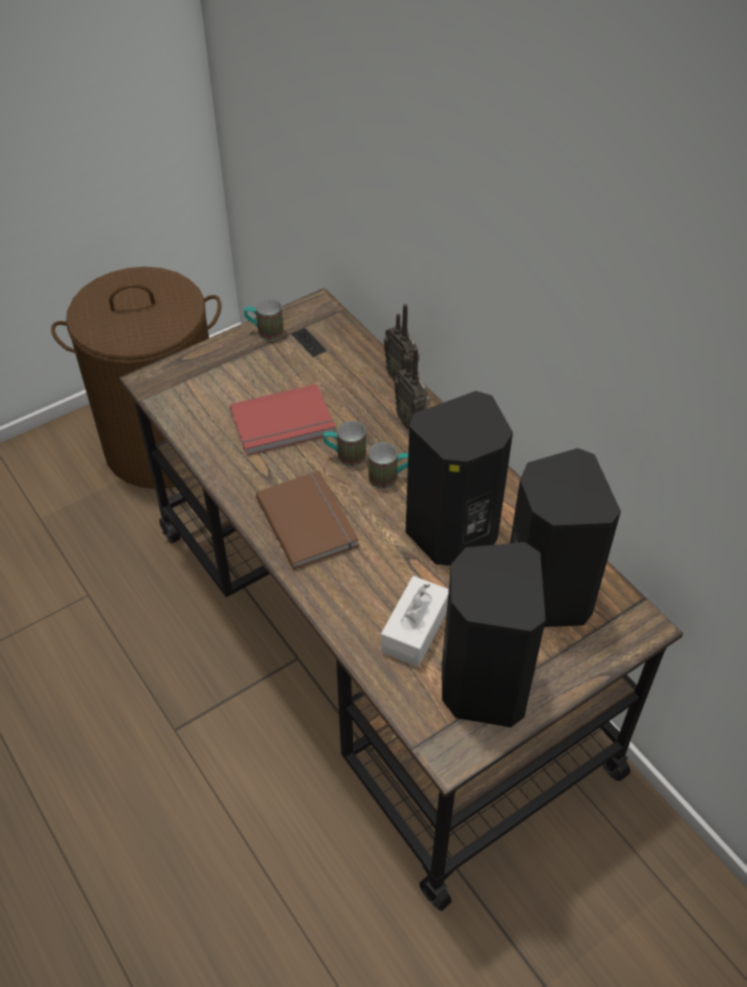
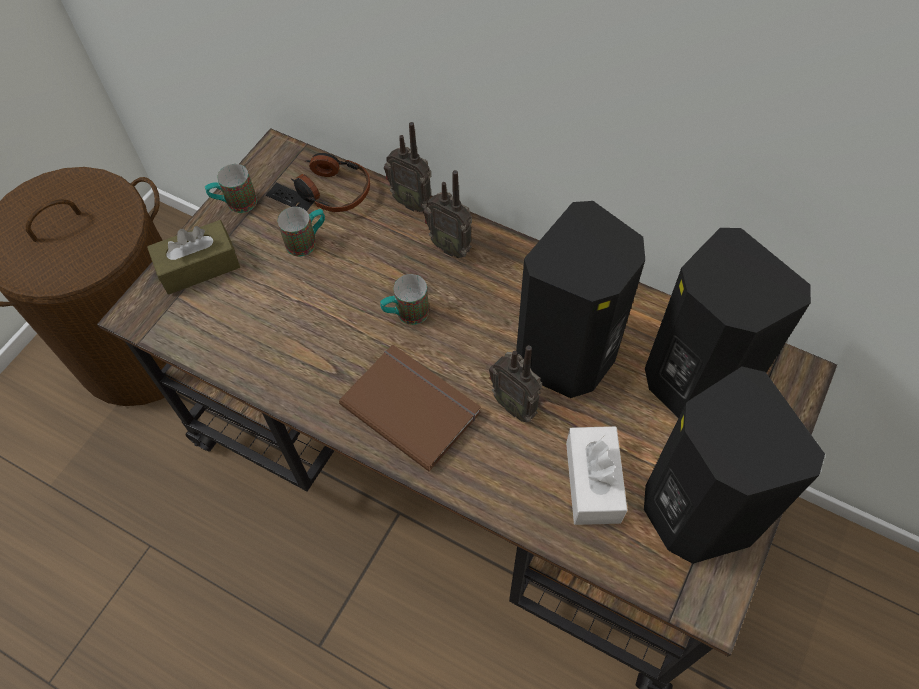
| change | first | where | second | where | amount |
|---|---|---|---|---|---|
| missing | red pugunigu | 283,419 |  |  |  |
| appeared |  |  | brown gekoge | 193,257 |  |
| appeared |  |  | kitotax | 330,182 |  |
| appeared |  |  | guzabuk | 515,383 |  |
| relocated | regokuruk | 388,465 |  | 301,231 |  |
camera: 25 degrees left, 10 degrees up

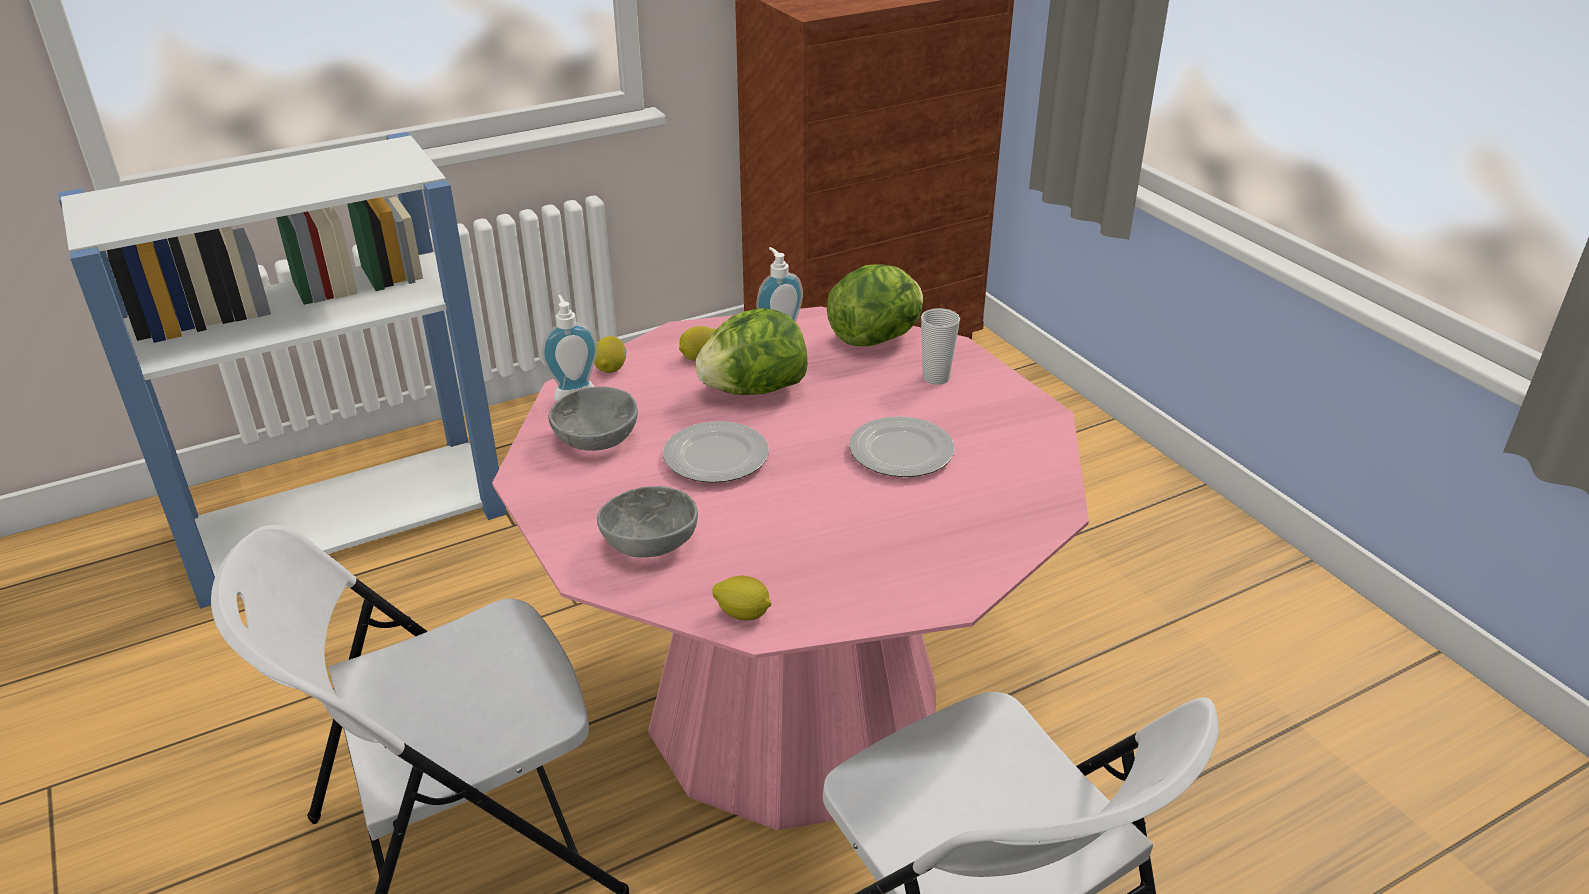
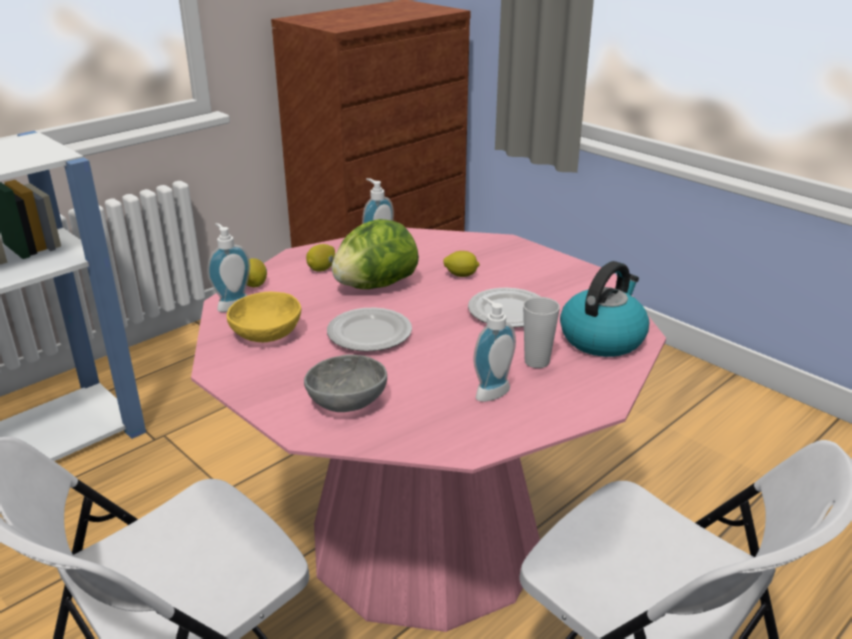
| change | first | where | second | where | amount |
|---|---|---|---|---|---|
| missing | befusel | 875,305 |  |  |  |
| appeared |  |  | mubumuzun | 494,349 |  |
| appeared |  |  | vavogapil | 604,309 |  |
| relocated | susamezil | 741,598 |  | 461,264 |  |
| relocated | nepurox | 940,346 |  | 541,332 |  |
| colour | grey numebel | 593,419 | yellow numebel | 264,317 |  |
camera: 15 degrees left, 5 degrees down

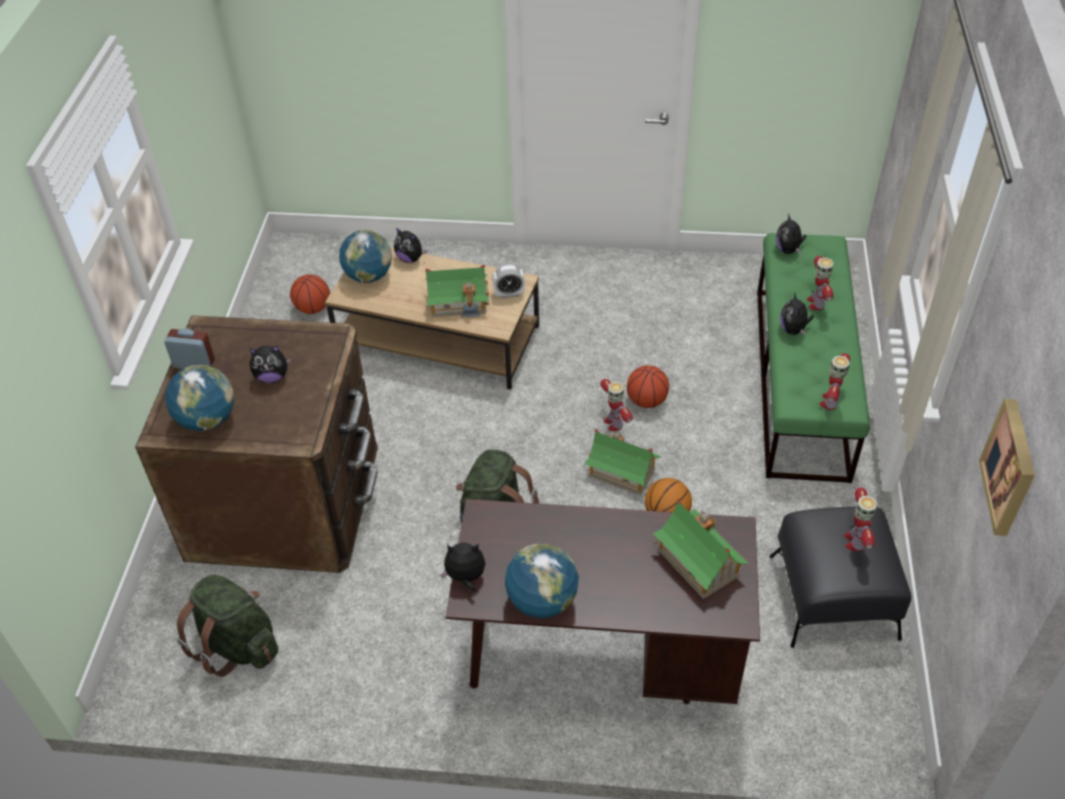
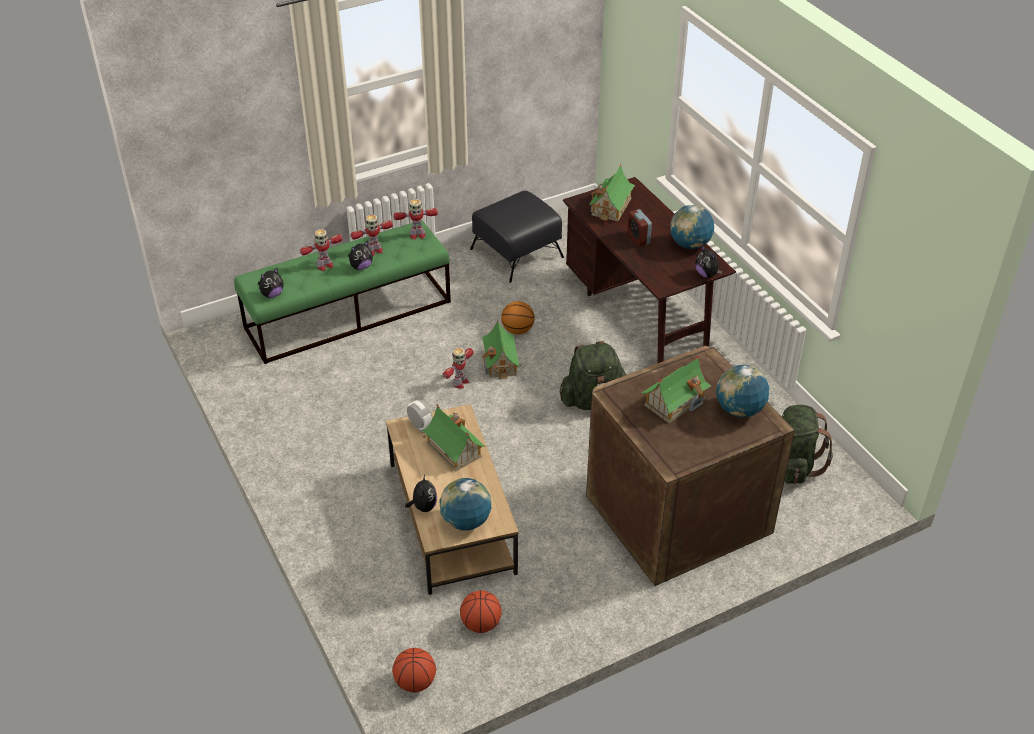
| change | first | where | second | where | amount |
|---|---|---|---|---|---|
| missing | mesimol | 1007,467 |  |  |  |
| relocated | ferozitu | 189,349 |  | 639,227 |  |
| relocated | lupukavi | 648,386 |  | 414,670 |  |
| relocated | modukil | 861,519 |  | 371,235 |  |
| exchanged | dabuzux | 270,364 | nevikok | 676,389 |  |
camera: 125 degrees left, 5 degrees down

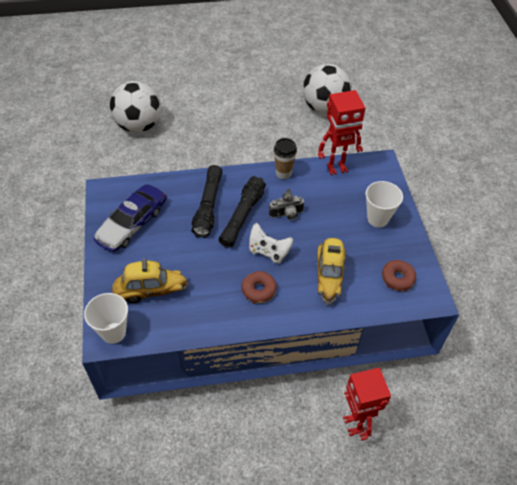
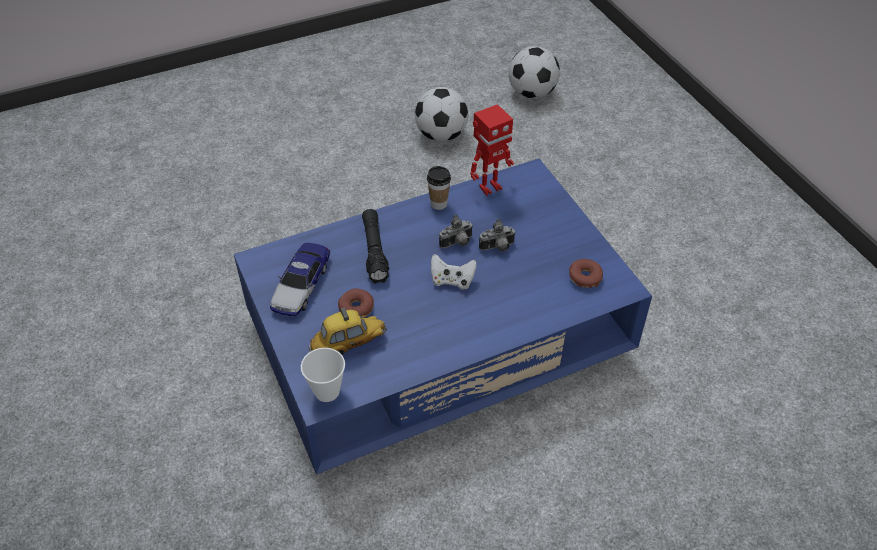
| change | first | where | second | where | amount |
|---|---|---|---|---|---|
| missing | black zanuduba | 242,212 |  |  |  |
| missing | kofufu | 331,271 |  |  |  |
| missing | modukil | 367,404 |  |  |  |
| missing | nepurox | 384,204 |  |  |  |
| appeared |  |  | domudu | 497,235 |  |
| relocated | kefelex | 135,107 |  | 534,72 |  |
| relocated | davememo | 259,287 |  | 356,303 |  |
camera: 15 degrees left, 5 degrees down

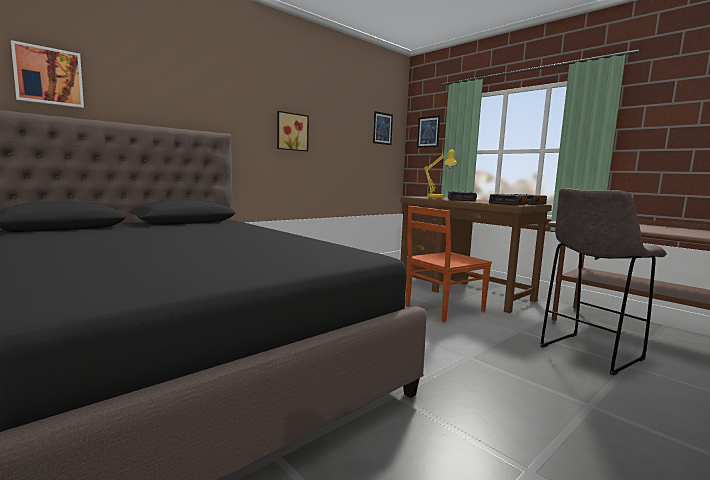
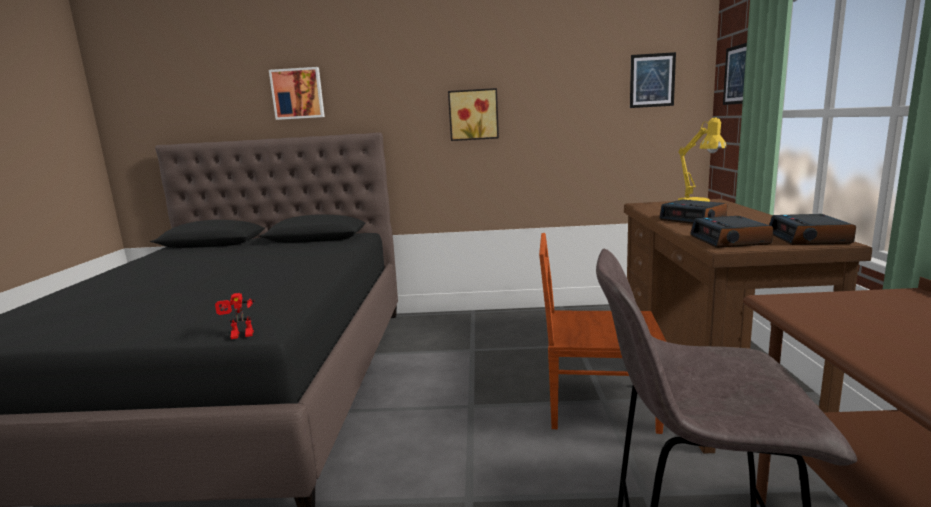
| change | first | where | second | where | amount |
|---|---|---|---|---|---|
| appeared |  |  | modukil | 235,316 |  |
| relocated | mesimol | 47,74 |  | 297,93 |  |
camera: 45 degrees right, 5 degrees up

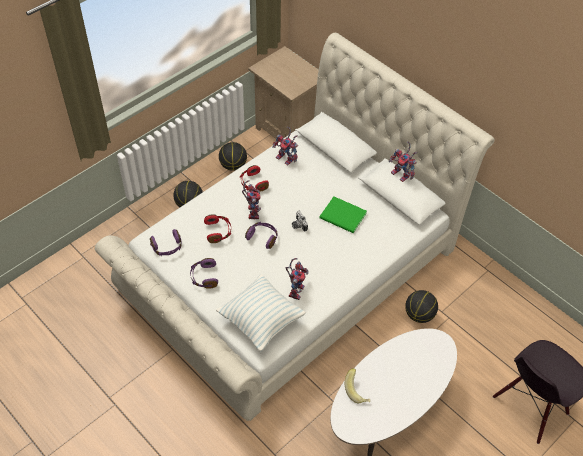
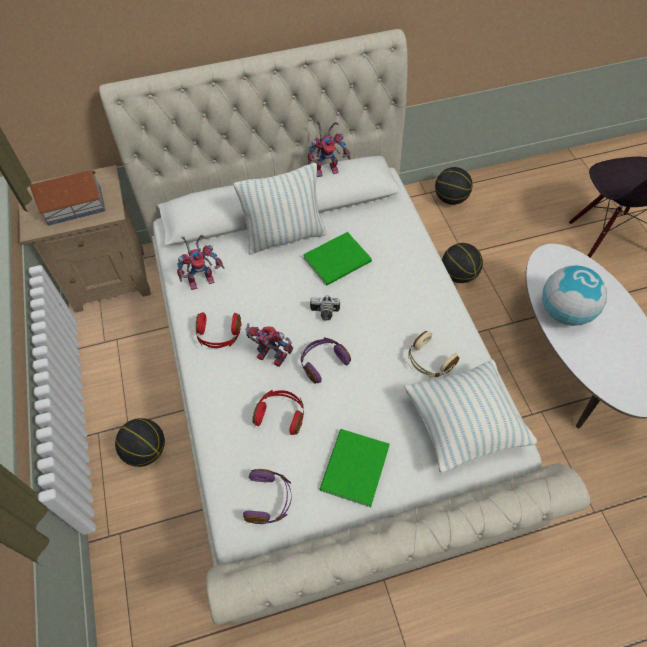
| change | first | where | second | where | amount |
|---|---|---|---|---|---|
| missing | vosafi | 357,385 |  |  |  |
| appeared |  |  | nevikok | 68,198 |  |
| appeared |  |  | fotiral | 280,209 |  |
| appeared |  |  | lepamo | 574,295 |  |
| relocated | lupukavi | 233,156 |  | 454,186 |  |
| exchanged | purple kitotax | 204,273 | green pugunigu | 354,468 |  |
| exchanged | modukil | 297,279 | beige kitotax | 433,354 |  |
camera: 60 degrees left, 5 degrees up

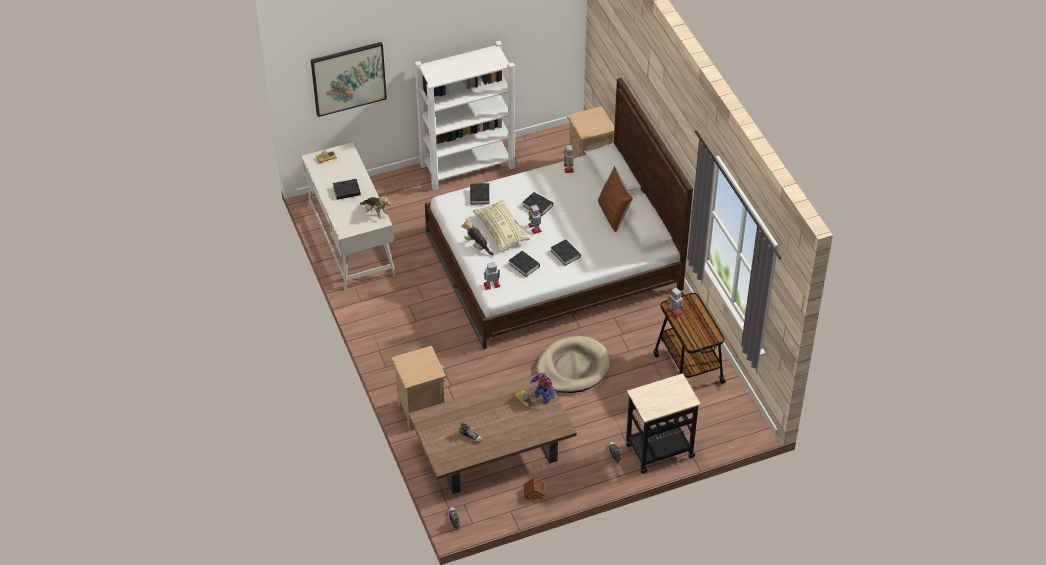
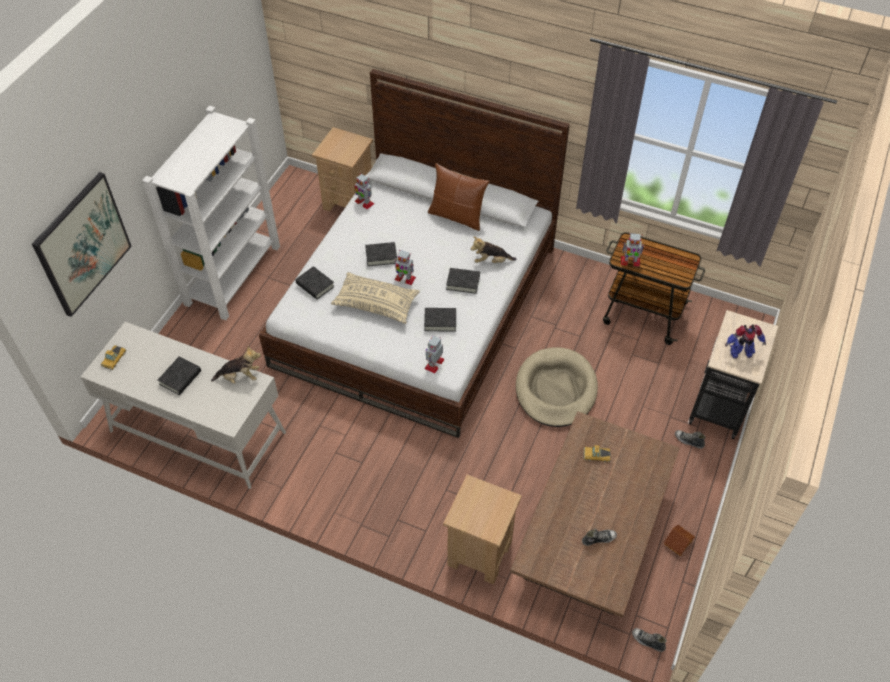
| change | first | where | second | where | amount |
|---|---|---|---|---|---|
| relocated | dabuzux | 477,236 |  | 493,250 |  |
| relocated | modukil | 542,388 |  | 745,342 |  |
camera: 45 degrees left, 5 degrees up

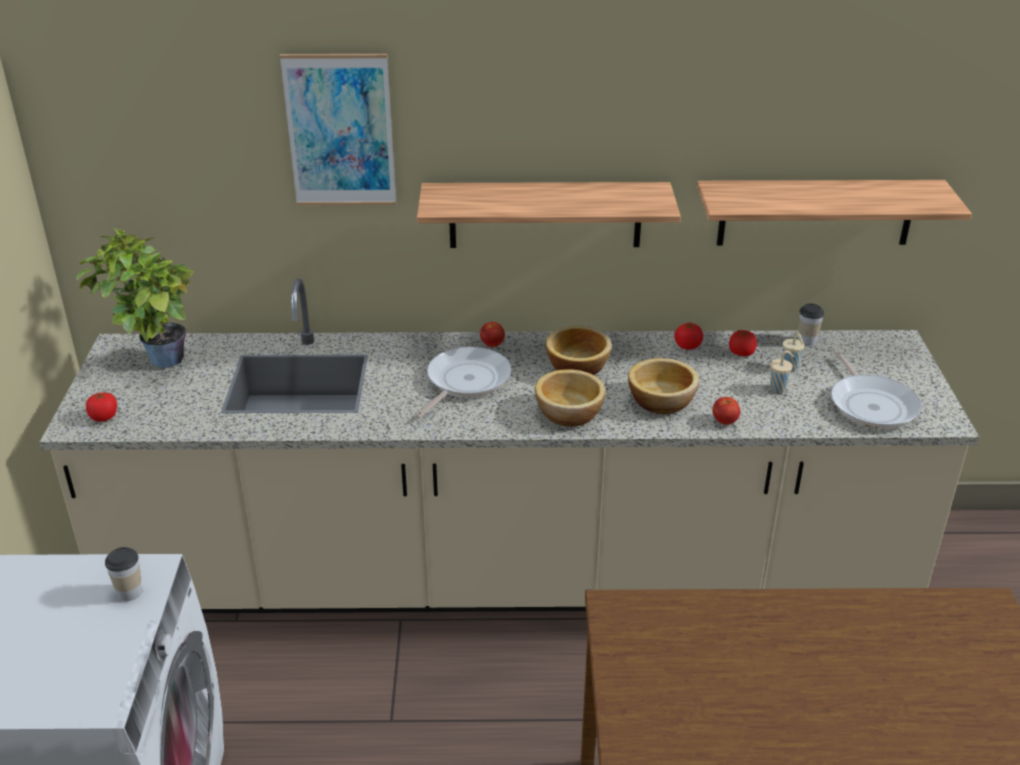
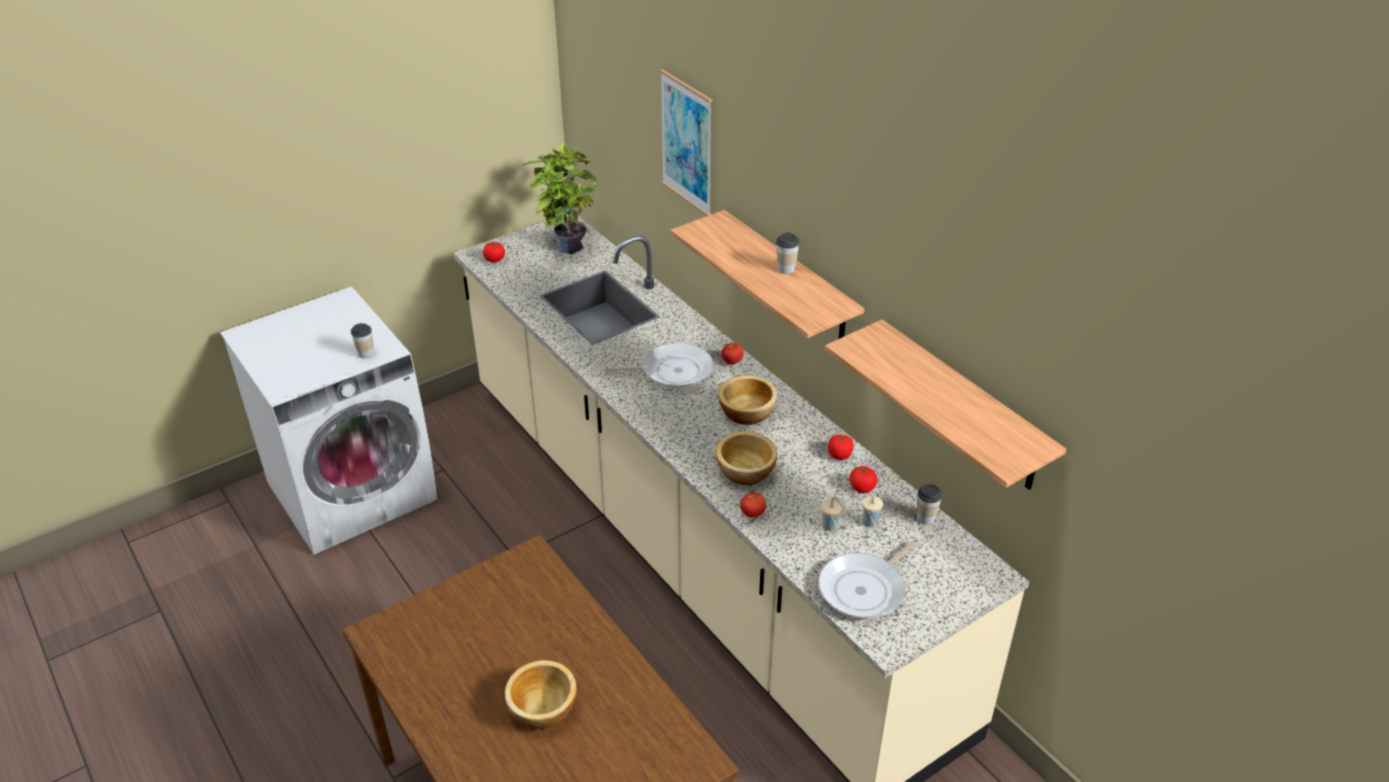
| change | first | where | second | where | amount |
|---|---|---|---|---|---|
| appeared |  |  | nepurox | 787,253 |  |
| relocated | numebel | 570,397 |  | 541,694 |  |
camera: 55 degrees right, 5 degrees up

